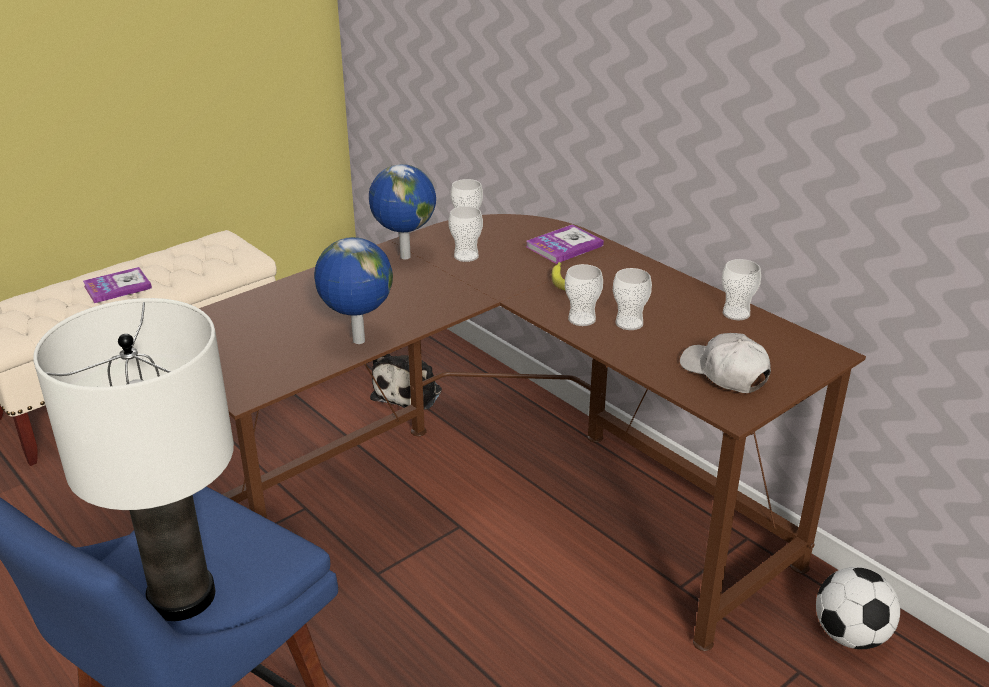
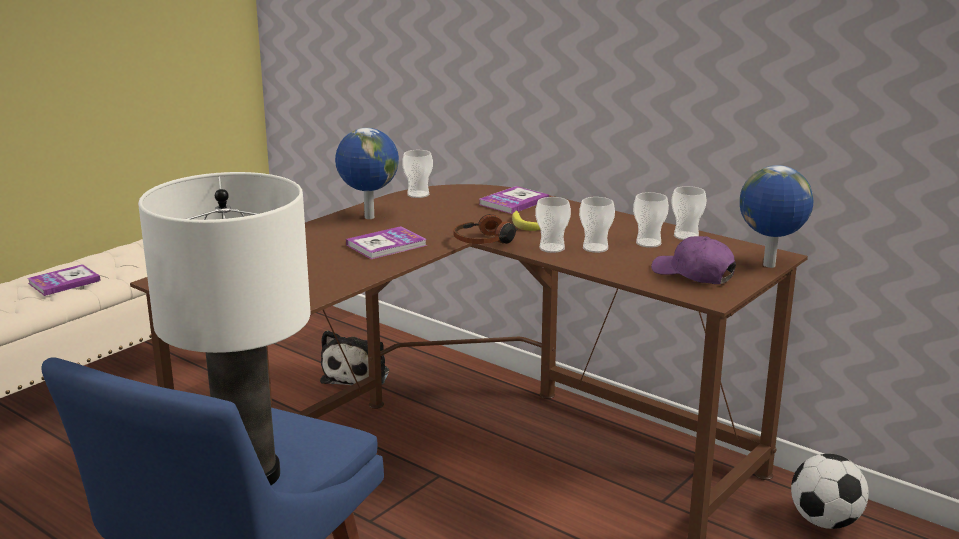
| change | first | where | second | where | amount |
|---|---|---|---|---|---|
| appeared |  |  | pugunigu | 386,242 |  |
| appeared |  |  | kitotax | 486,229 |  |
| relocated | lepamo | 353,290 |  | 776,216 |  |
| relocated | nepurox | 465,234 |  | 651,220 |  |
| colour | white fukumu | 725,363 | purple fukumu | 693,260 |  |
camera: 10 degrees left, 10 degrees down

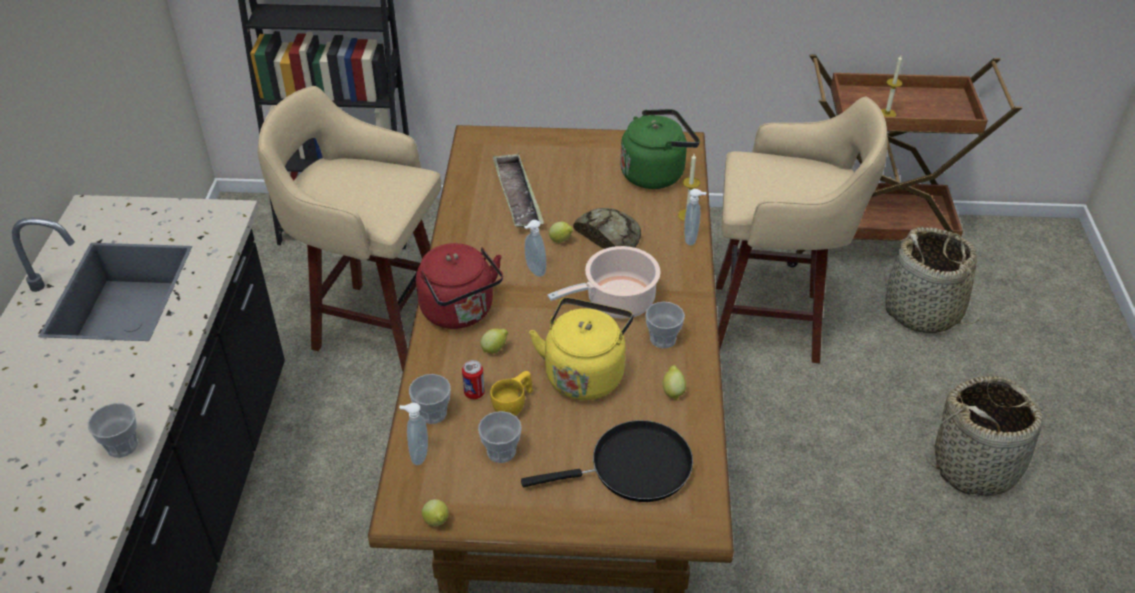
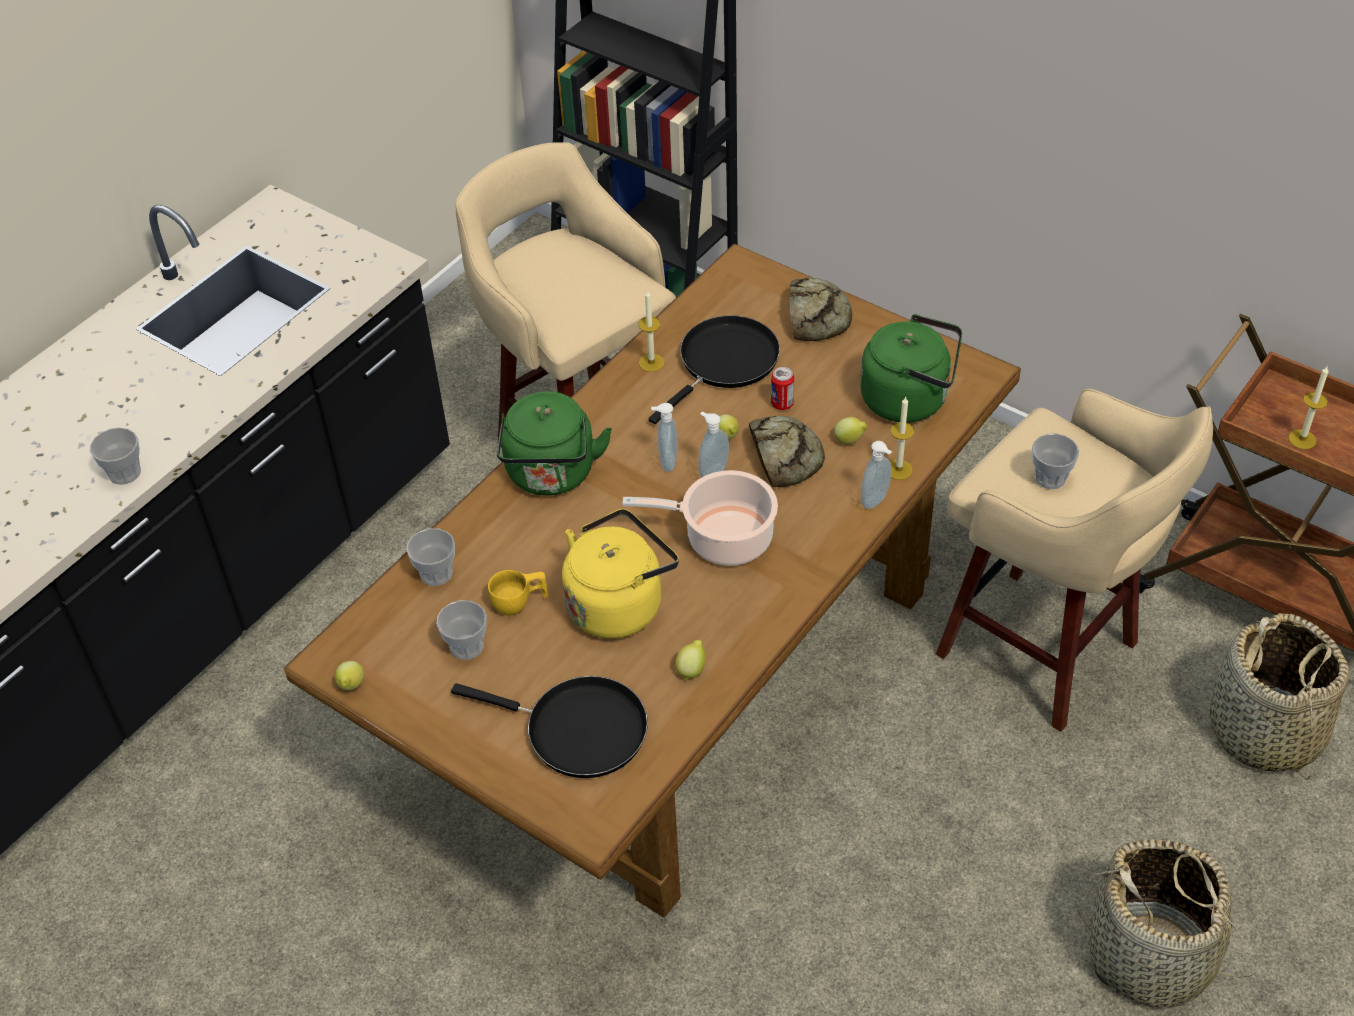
| change | first | where | second | where | amount |
|---|---|---|---|---|---|
| appeared |  |  | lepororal | 651,330 |  |
| appeared |  |  | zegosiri | 820,309 |  |
| relocated | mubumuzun | 413,434 |  | 713,444 |  |
| relocated | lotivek | 473,379 |  | 782,388 |  |
| relocated | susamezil | 494,341 |  | 851,431 |  |
| relocated | nepurox | 665,325 |  | 1055,461 |  |
| exchanged | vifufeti | 518,191 | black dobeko | 714,369 |  |
| colour | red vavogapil | 459,286 | green vavogapil | 554,443 |  |
camera: 35 degrees right, 5 degrees up

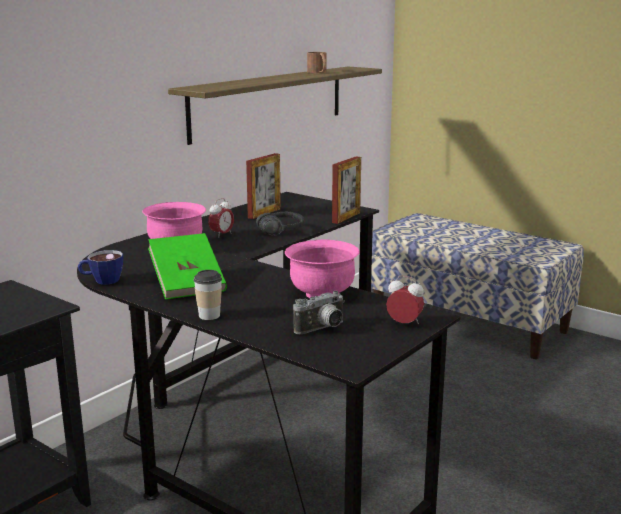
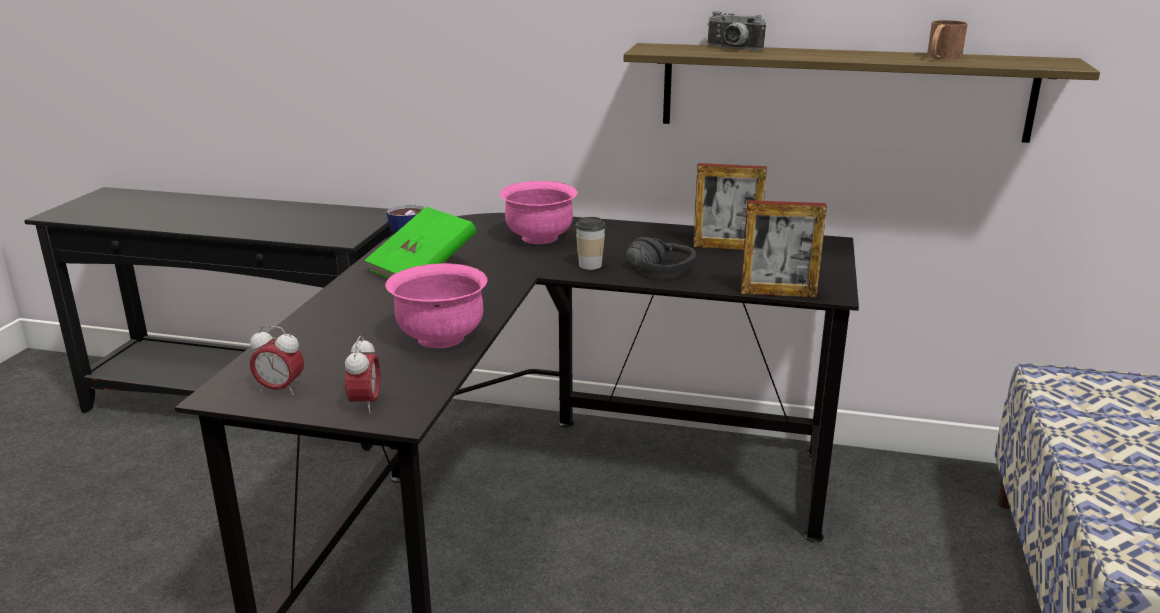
| change | first | where | second | where | amount |
|---|---|---|---|---|---|
| relocated | nepurox | 207,295 |  | 591,243 |  |
| relocated | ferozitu | 221,218 |  | 277,360 |  |
| relocated | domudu | 319,312 |  | 736,30 |  |
camera: 65 degrees right, 5 degrees up

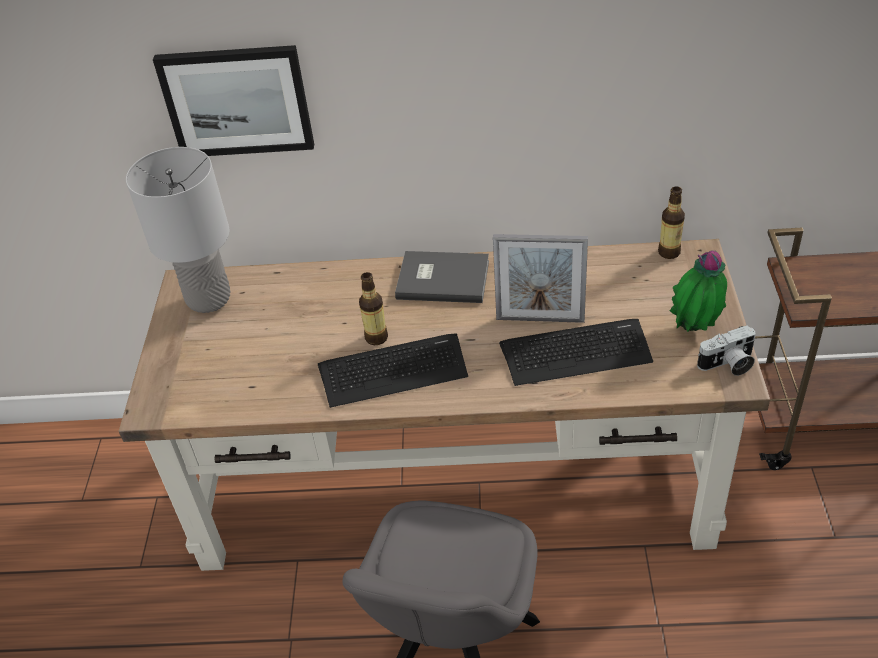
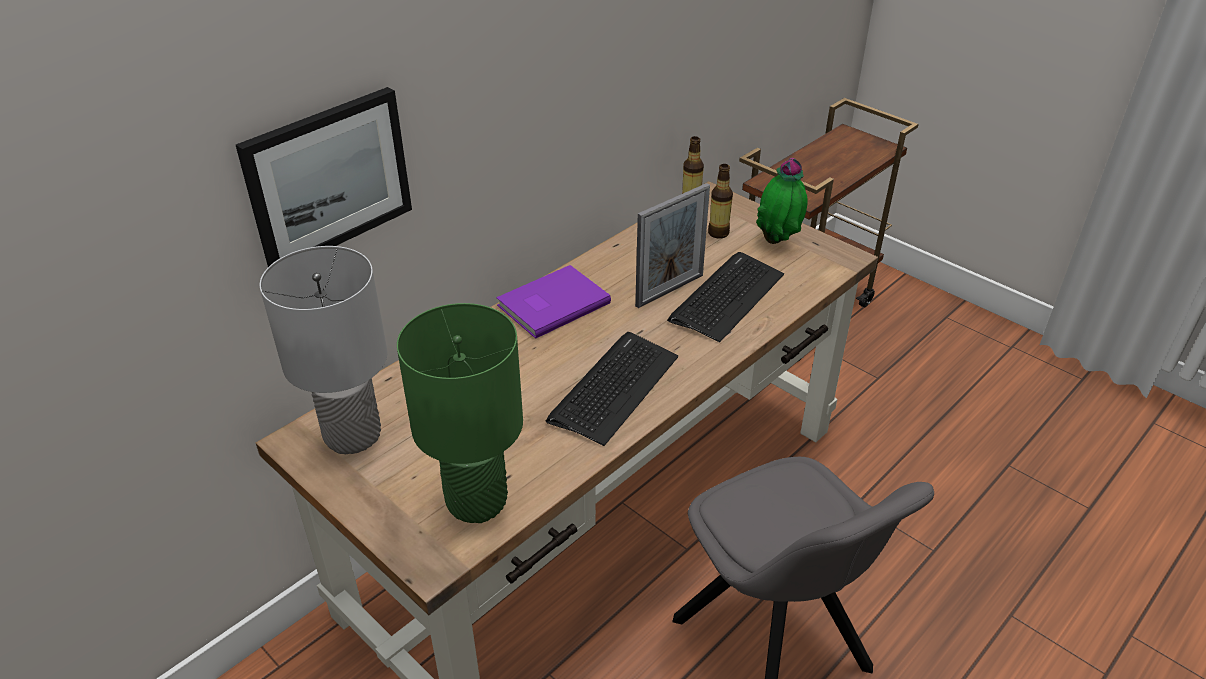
| change | first | where | second | where | amount |
|---|---|---|---|---|---|
| missing | domudu | 726,350 |  |  |  |
| appeared |  |  | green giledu | 460,413 |  |
| relocated | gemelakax | 373,308 |  | 720,201 |  |
| colour | grey pugunigu | 442,277 | purple pugunigu | 553,302 |  |
camera: 50 degrees left, 5 degrees down

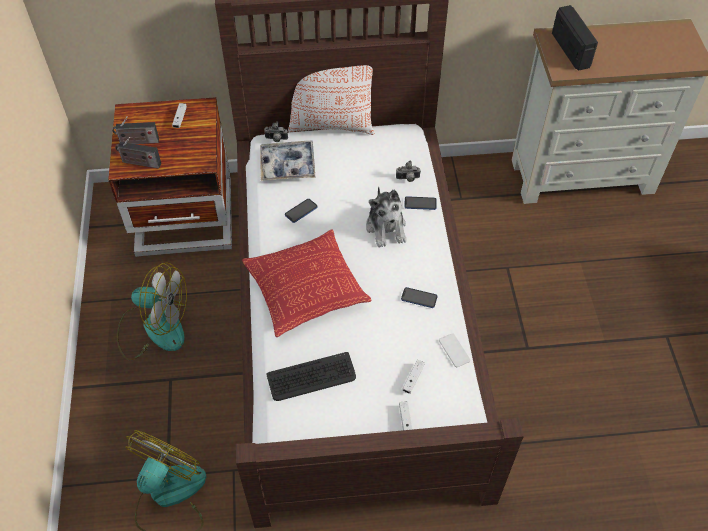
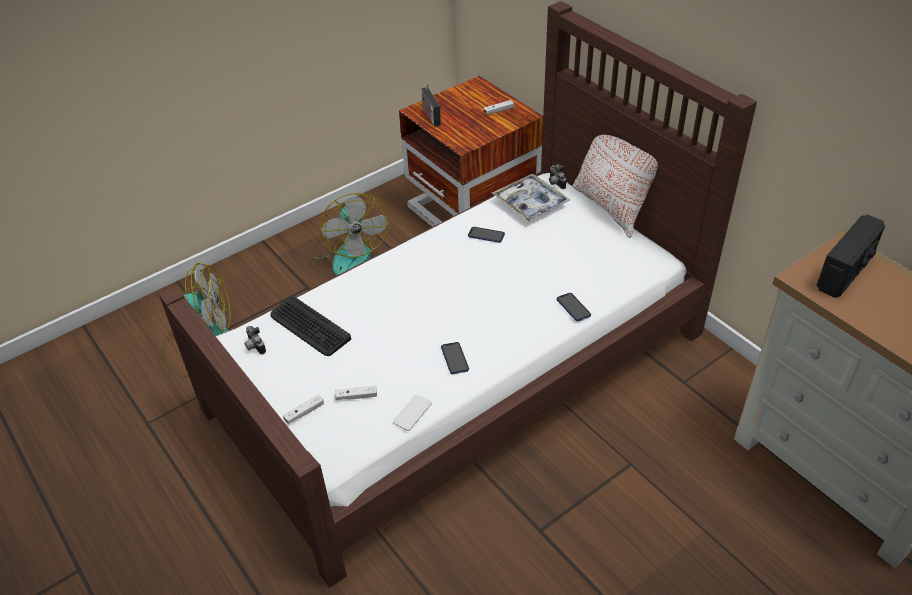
| change | first | where | second | where | amount |
|---|---|---|---|---|---|
| missing | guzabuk | 135,130 |  |  |  |
| missing | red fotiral | 307,283 |  |  |  |
| missing | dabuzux | 386,217 |  |  |  |
| relocated | domudu | 408,171 |  | 255,340 |  |
camera: 60 degrees right, 10 degrees down

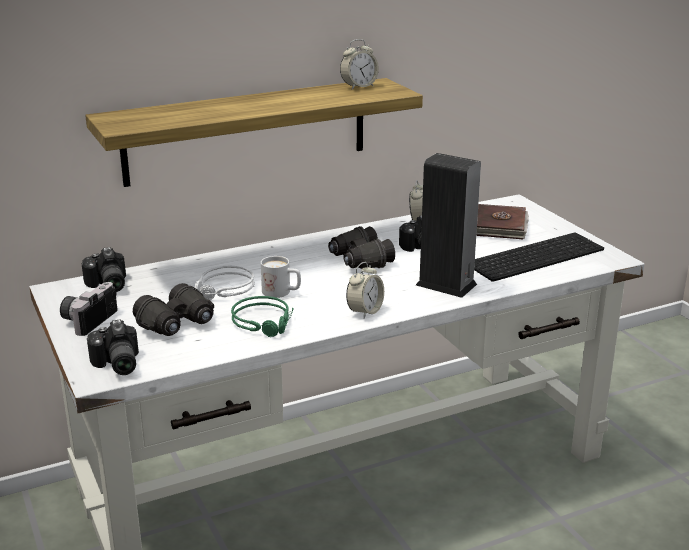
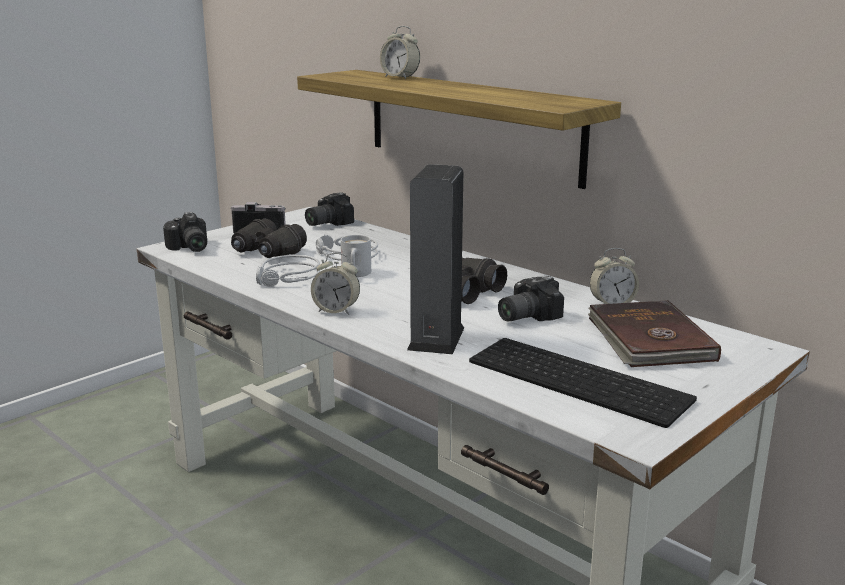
| change | first | where | second | where | amount |
|---|---|---|---|---|---|
| relocated | ferozitu | 359,64 |  | 400,52 |  |
| colour | green kitotax | 262,316 | grey kitotax | 288,271 |  |
| spun | domudu | 113,347 |  | 185,232 | 75 degrees counterclockwise |
camera: 70 degrees right, 5 degrees down

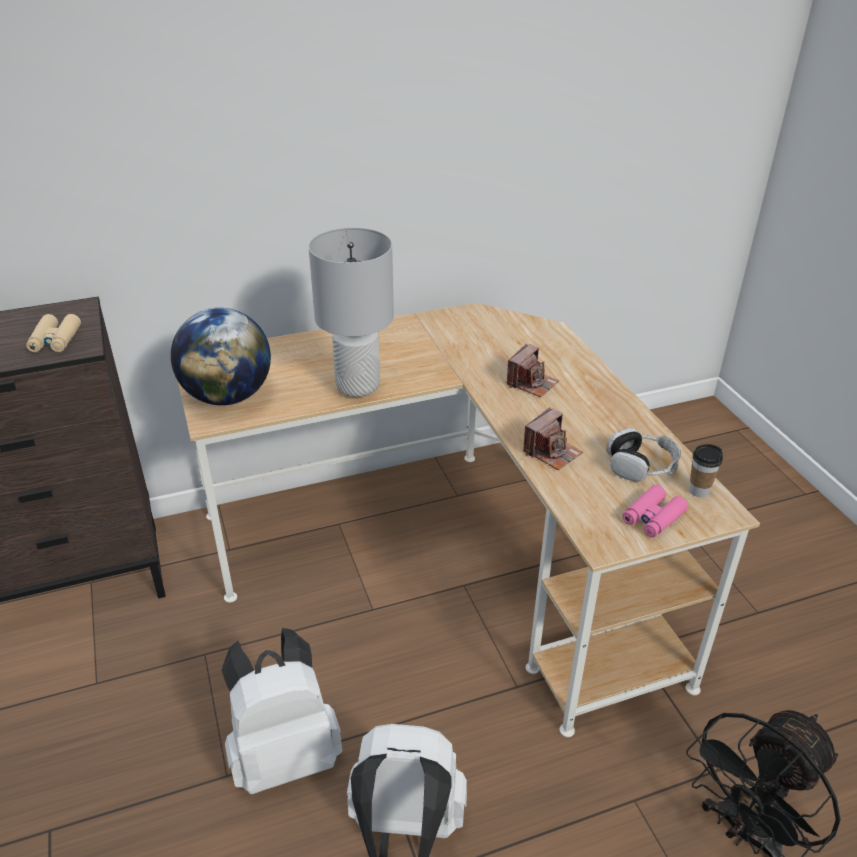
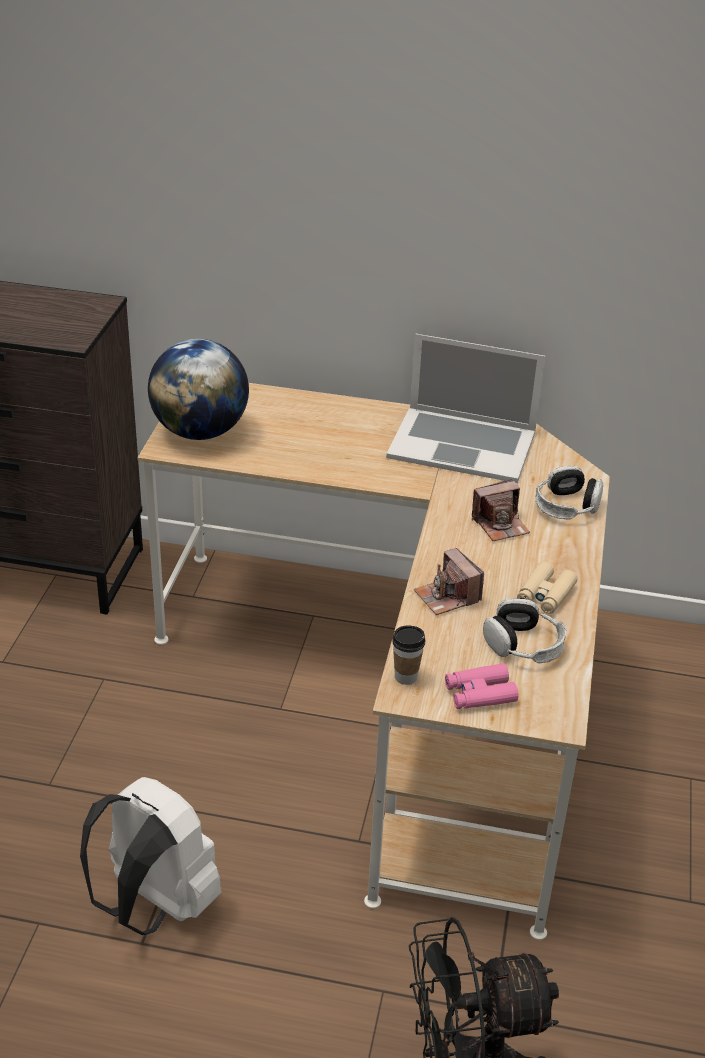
| change | first | where | second | where | amount |
|---|---|---|---|---|---|
| missing | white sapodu | 282,711 |  |  |  |
| missing | grey giledu | 351,312 |  |  |  |
| appeared |  |  | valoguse | 466,408 |  |
| appeared |  |  | kitotax | 569,493 |  |
| relocated | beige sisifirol | 53,333 |  | 547,587 |  |
| relocated | nepurox | 706,470 |  | 408,655 |  |
| spun | domudu | 553,438 |  | 449,581 | 75 degrees clockwise |
camera: 30 degrees right, 0 degrees up

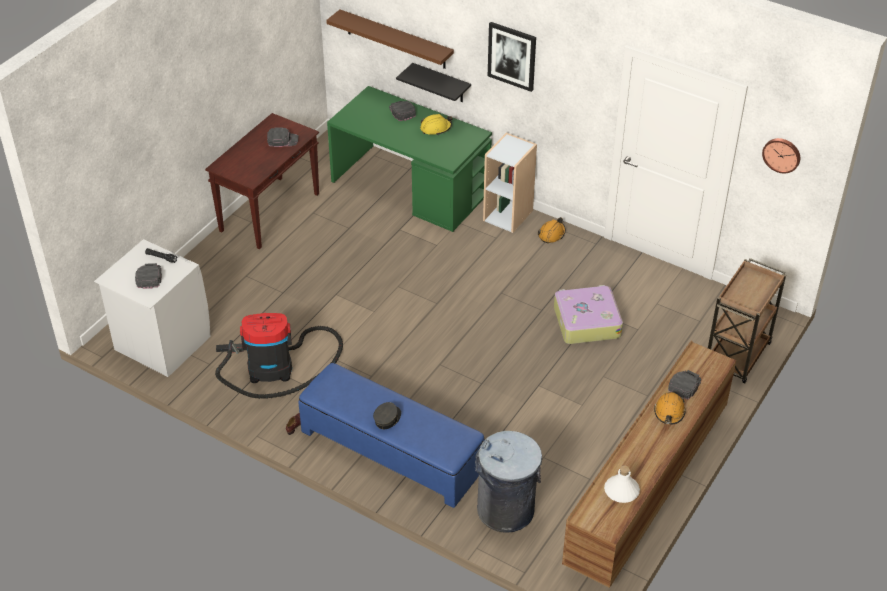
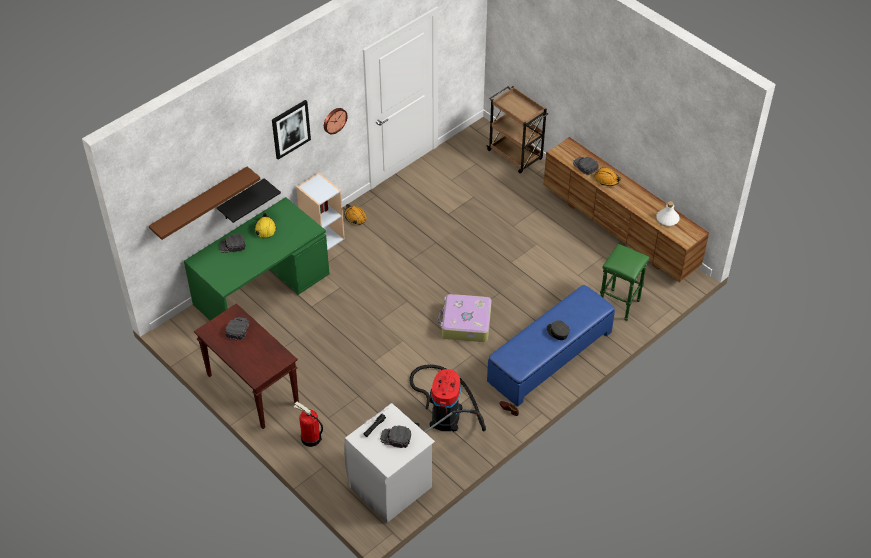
| change | first | where | second | where | amount |
|---|---|---|---|---|---|
| appeared |  |  | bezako | 308,424 |  |
| relocated | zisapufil | 588,314 |  | 464,318 |  |
| relocated | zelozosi | 781,156 |  | 336,121 |  |
| exchanged | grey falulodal | 508,481 | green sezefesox | 625,282 |  |
camera: 75 degrees left, 5 degrees up

